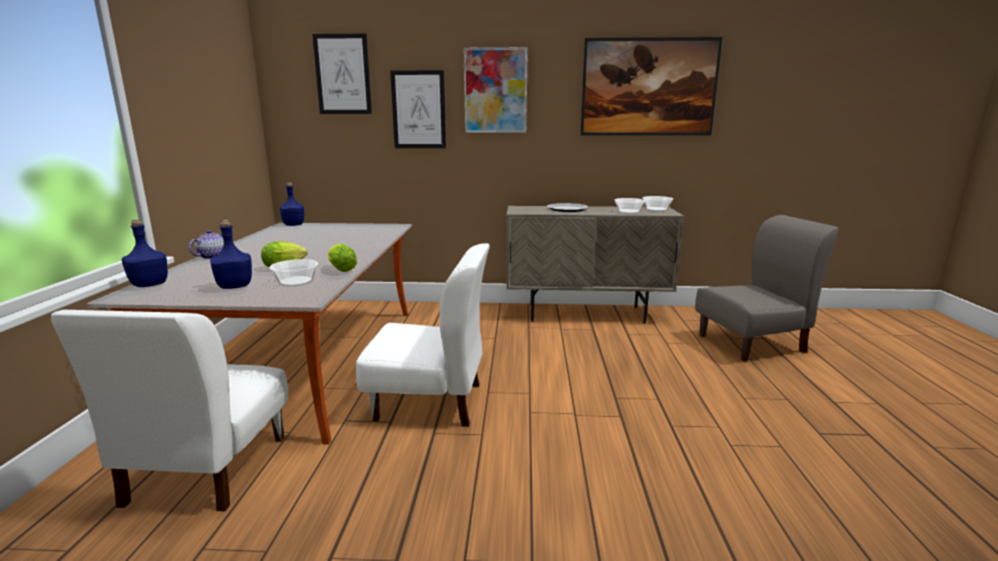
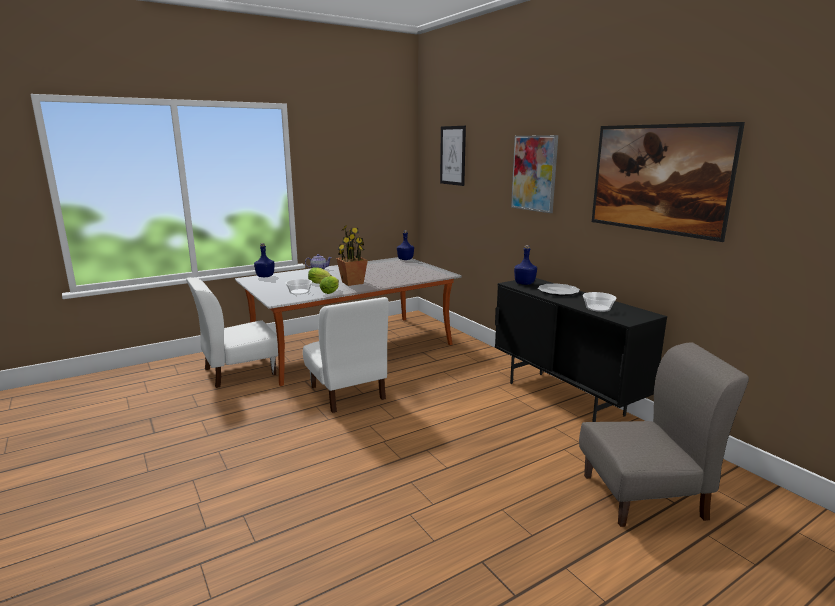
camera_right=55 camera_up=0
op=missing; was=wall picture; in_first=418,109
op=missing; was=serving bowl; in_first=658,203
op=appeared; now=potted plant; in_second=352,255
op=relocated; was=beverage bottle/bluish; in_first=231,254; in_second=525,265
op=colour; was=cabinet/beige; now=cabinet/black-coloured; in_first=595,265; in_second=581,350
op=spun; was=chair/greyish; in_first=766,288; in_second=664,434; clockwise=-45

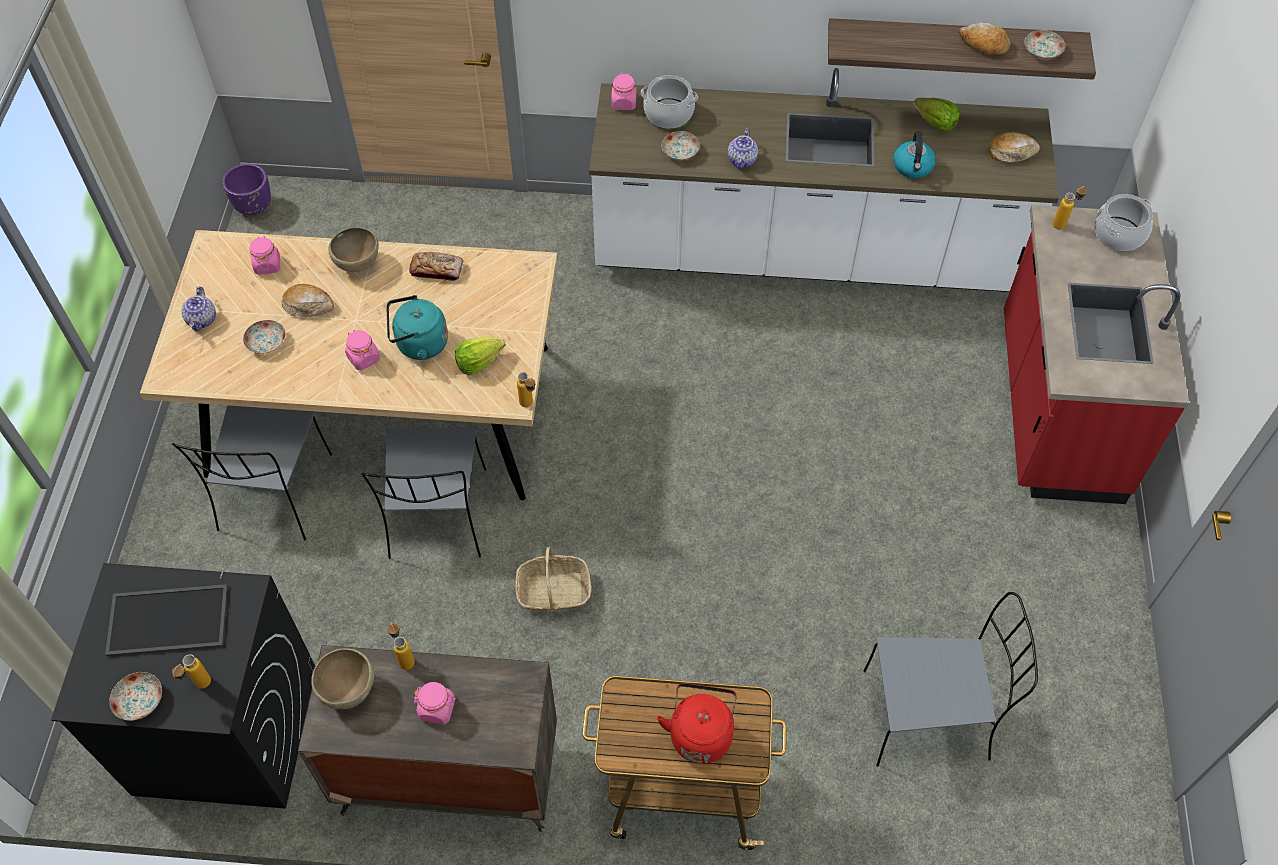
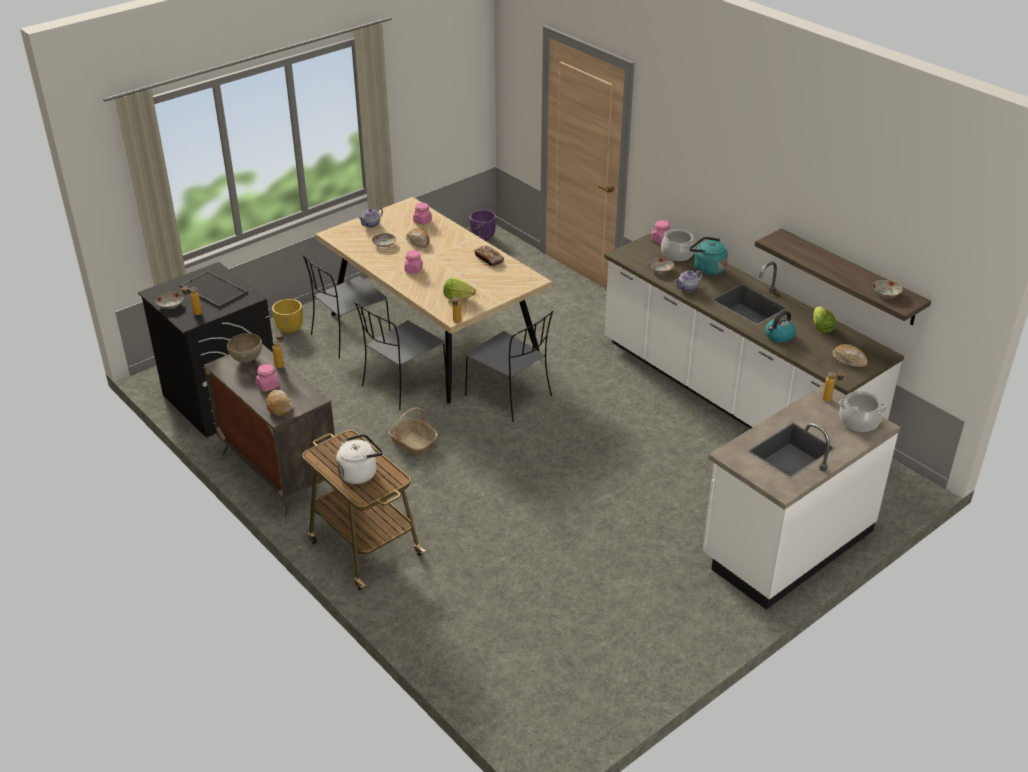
camera_right=45 camera_up=-20
op=missing; was=serving bowl/brown; in_first=353,249
op=appeared; now=flower pot/yellow-coloured; in_second=287,316
op=relocated; was=kettle/blue-green; in_first=417,327; in_second=708,256
op=relocated; was=chair/greyish; in_first=951,679; in_second=509,366
op=relocated; was=bakery bread; in_first=984,38; in_second=279,403
op=colour; was=kettle/red-coloured; now=kettle/white-coloured; in_first=697,723; in_second=359,459
op=colour; was=counter/red-coloured; now=counter/white-coloured; in_first=1096,354; in_second=801,496

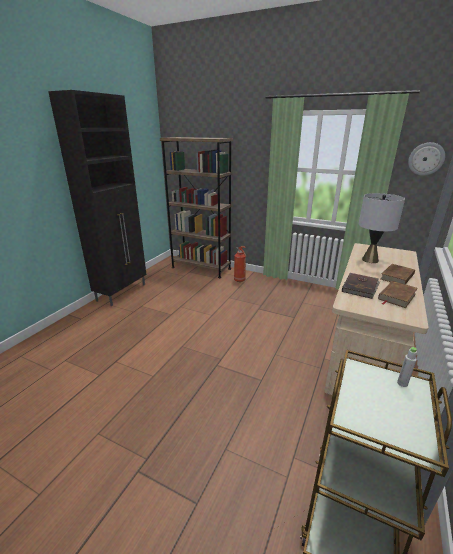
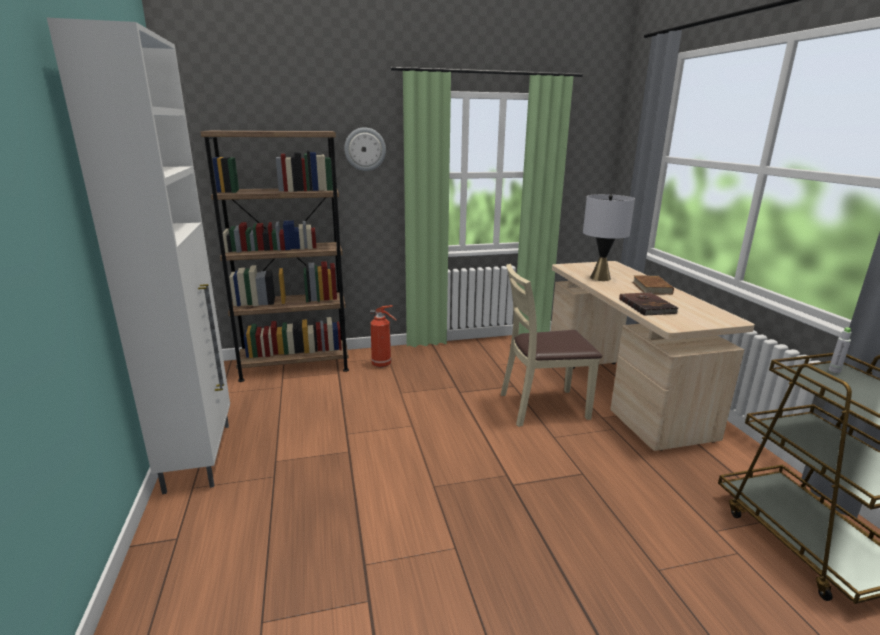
camera_right=-40 camera_up=-5
op=missing; was=volume/brown; in_first=398,294
op=appeared; now=chair/beige; in_second=551,345
op=relocated; was=clock on the wall; in_first=426,159; in_second=365,149
op=colour; was=cabinet/black-coloured; now=cabinet/white-coloured; in_first=97,198; in_second=138,255

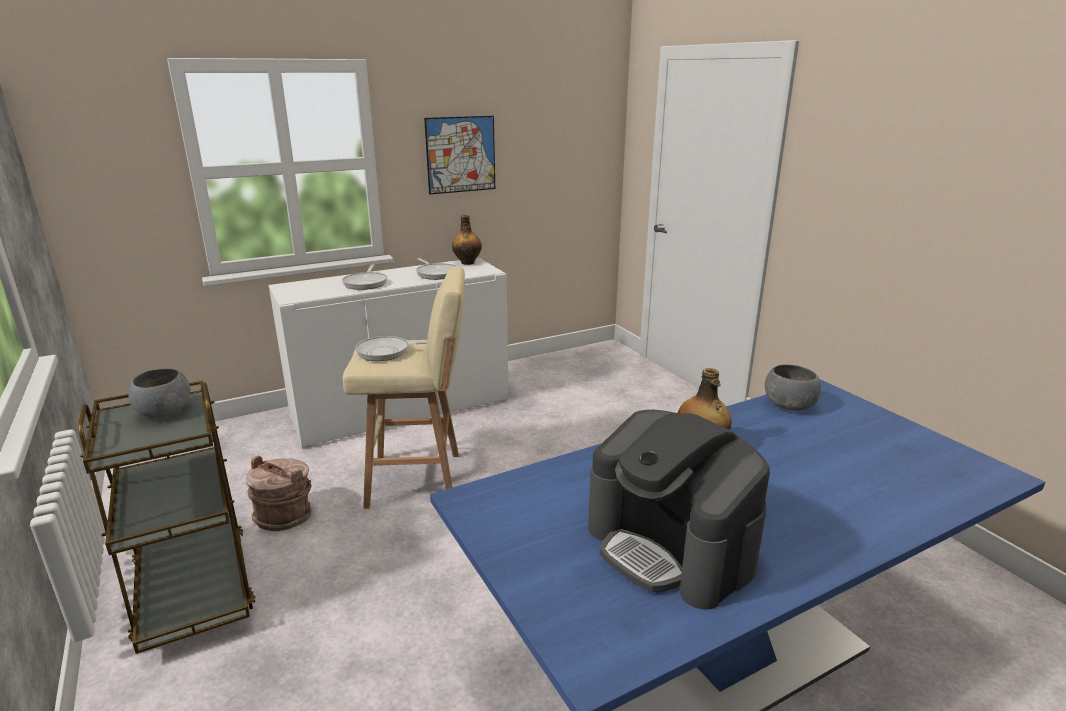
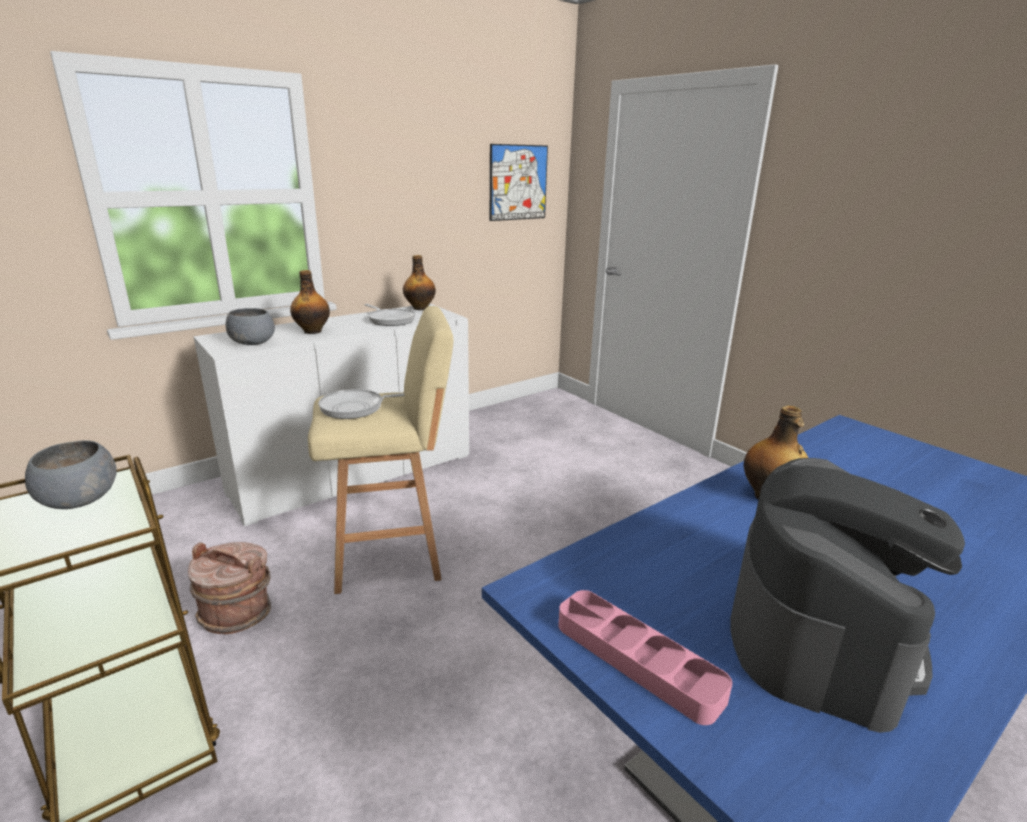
camera_right=-10 camera_up=0
op=appeared; now=serving tray/pinkish; in_second=645,657
op=relocated; was=wall picture; in_first=459,155; in_second=519,182
op=relocated; was=serving bowl/greyish; in_first=793,388; in_second=250,326
op=exchanged; was=pan; now=beverage bottle; in_first=364,277; in_second=310,302
op=spun; was=coffee machine; in_first=679,510; in_second=847,595; clockwise=-105

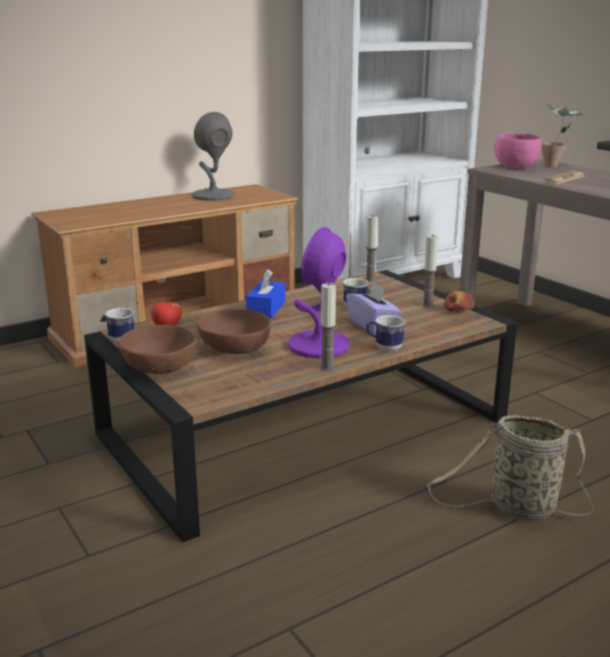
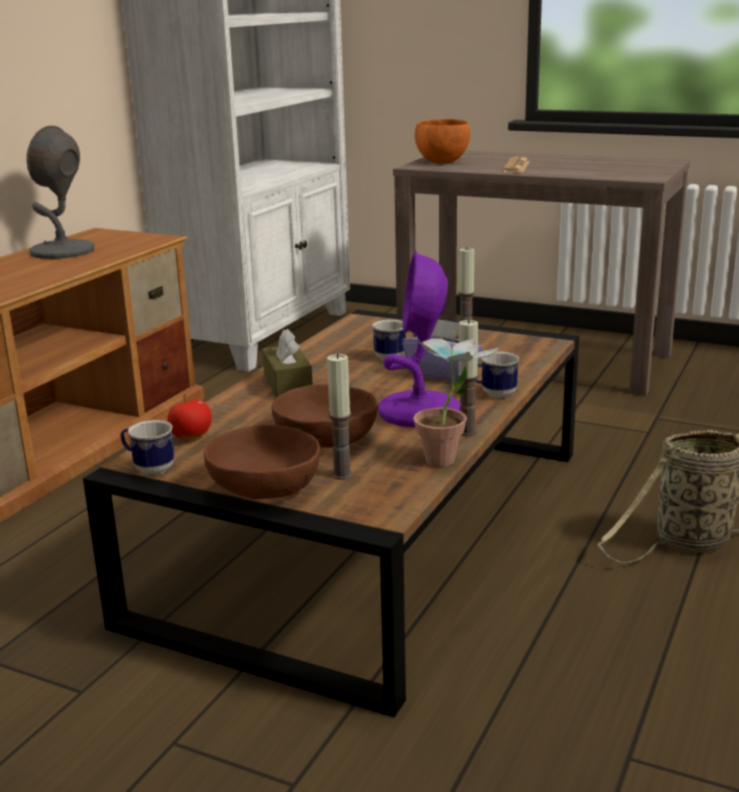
camera_right=-30 camera_up=0
op=missing; was=apple; in_first=459,301
op=relocated; was=wax candle; in_first=371,249; in_second=340,417
op=relocated; was=potted plant; in_first=563,134; in_second=456,398
op=colour; was=box of tissues/bluish; now=box of tissues/brown; in_first=265,294; in_second=287,363
op=colour; was=serving bowl/pinkish; now=serving bowl/orangey; in_first=518,151; in_second=442,141

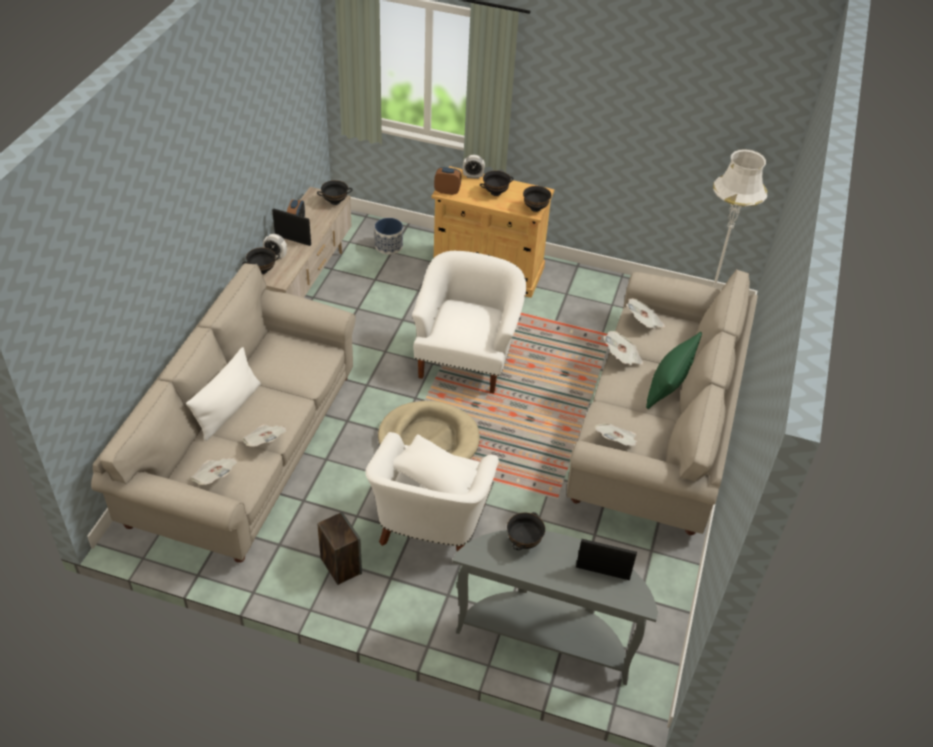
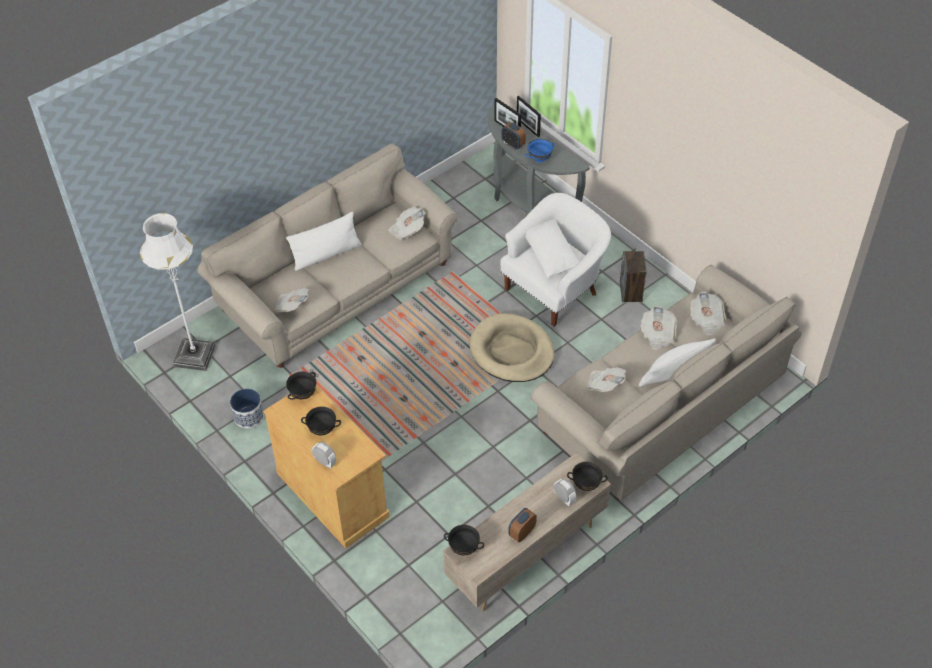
camera_right=-145 camera_up=5
op=missing; was=lounge chair/white-coloured; in_first=469,322
op=relocated; was=photo frame; in_first=291,227; in_second=529,116
op=relocated; was=flower pot; in_first=389,236; in_second=247,408
op=relocated; was=table clock; in_first=447,181; in_second=514,136
op=relocated; was=printed paper; in_first=623,348; in_second=606,379
op=colour; was=serving bowl/black-coloured; now=serving bowl/bluish; in_first=526,531; in_second=540,151
op=colour; was=cushion/green-coloured; now=cushion/white-coloured; in_first=674,370; in_second=323,241

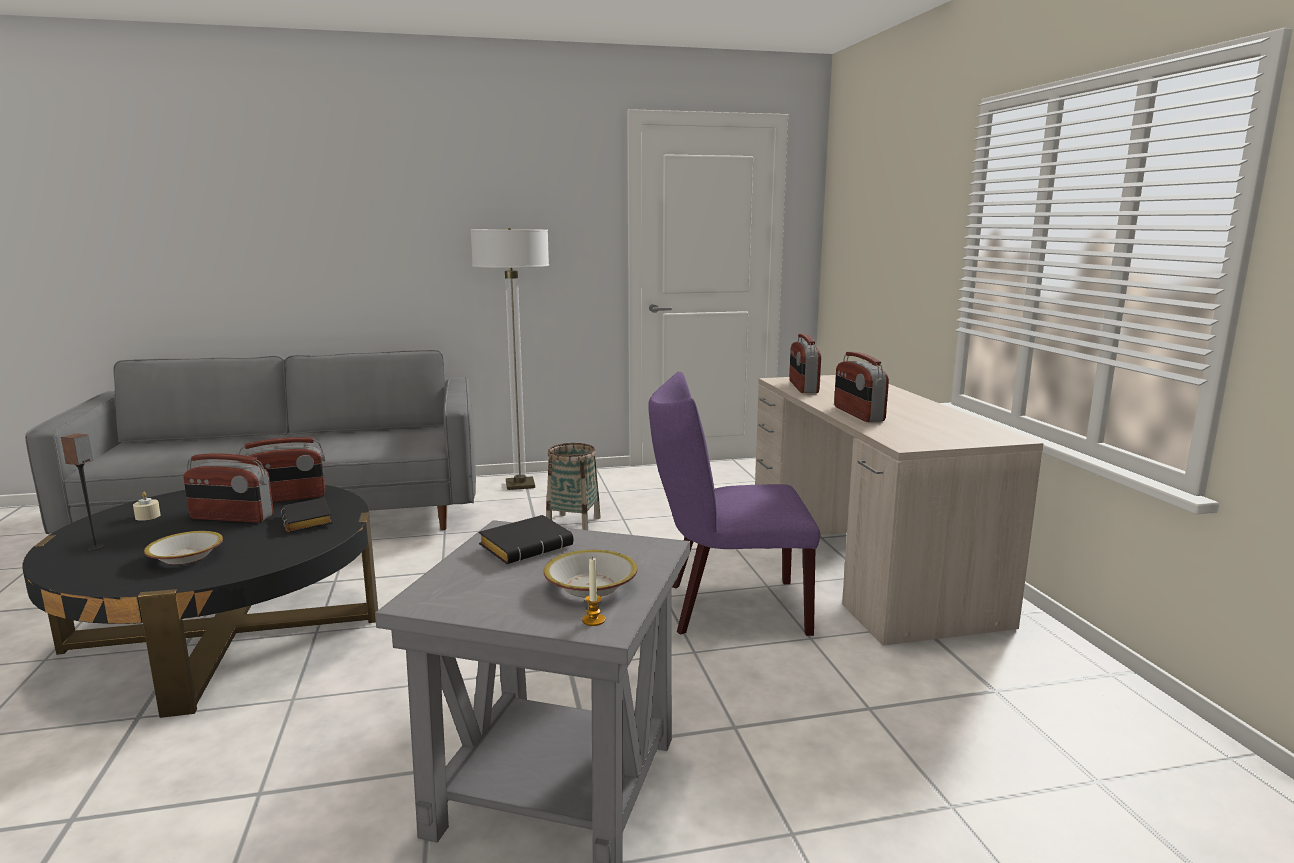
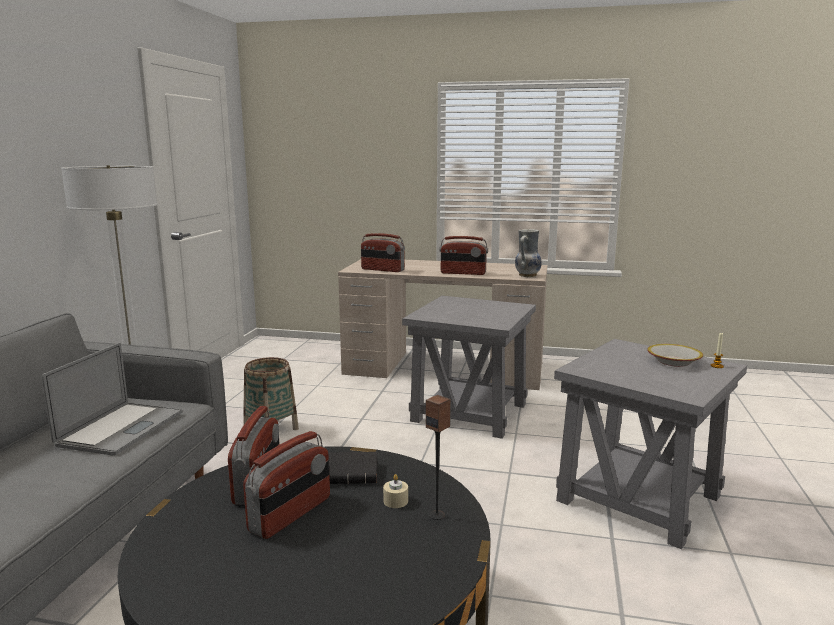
camera_right=-65 camera_up=0
op=missing; was=serving bowl; in_first=183,548
op=missing; was=volume/black-coloured; in_first=526,539
op=appeared; now=portable computer; in_second=112,399
op=appeared; now=decorative vase; in_second=528,253
op=relocated; was=speaker; in_first=83,492; in_second=438,457
op=relocated; was=wax candle/beige; in_first=147,506; in_second=395,491
op=exchanged; was=chair/purple; now=side table/greyish; in_first=734,504; in_second=469,367

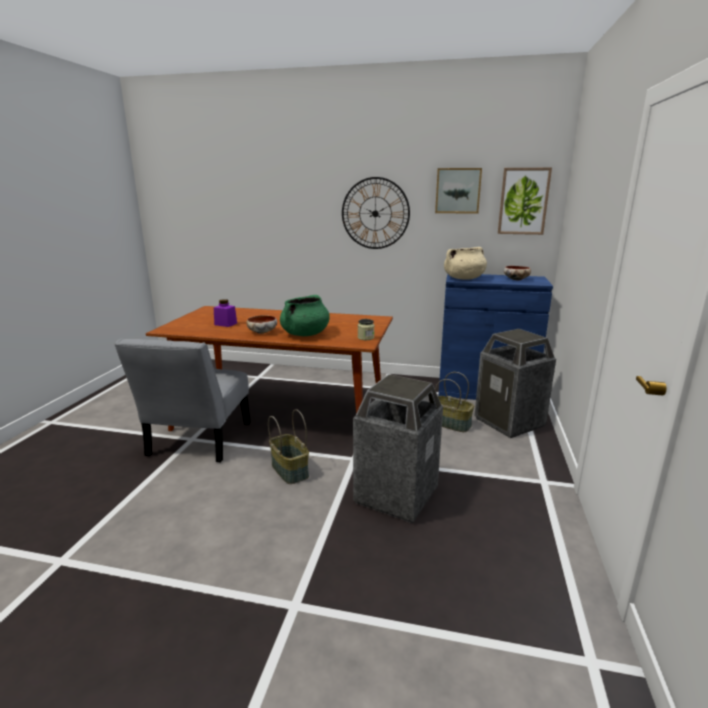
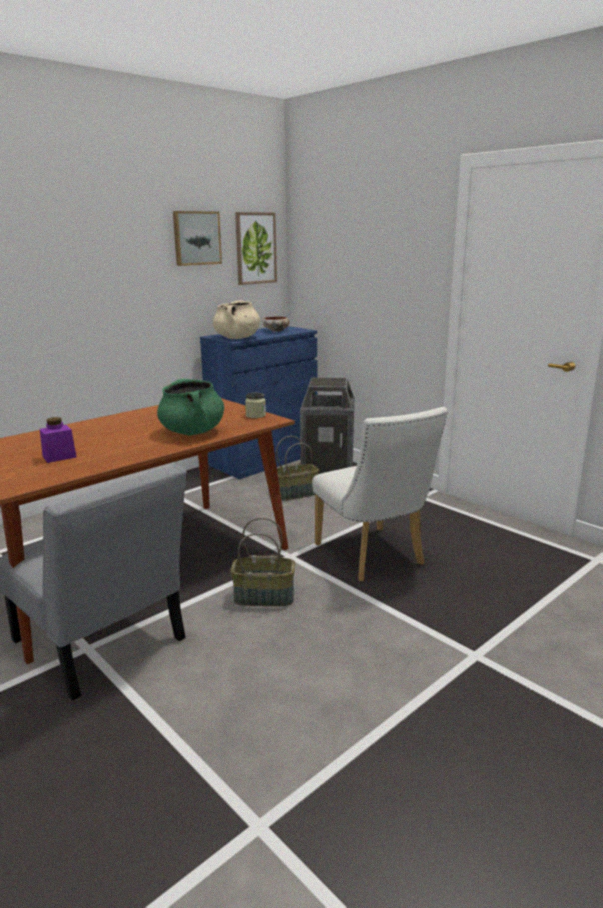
camera_right=-55 camera_up=0
op=missing; was=serving bowl; in_first=261,324
op=missing; was=clock on the wall; in_first=376,213
op=exchanged; was=trash can; now=chair/white-coloured; in_first=398,448; in_second=380,494

